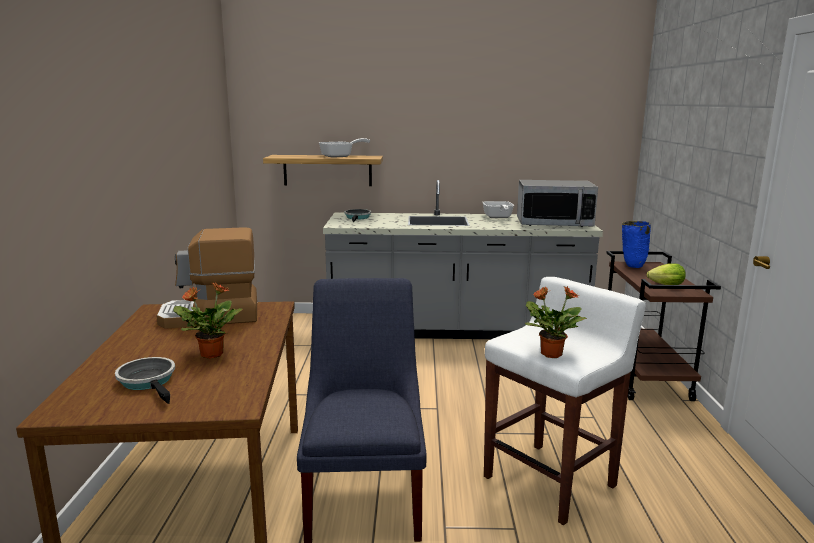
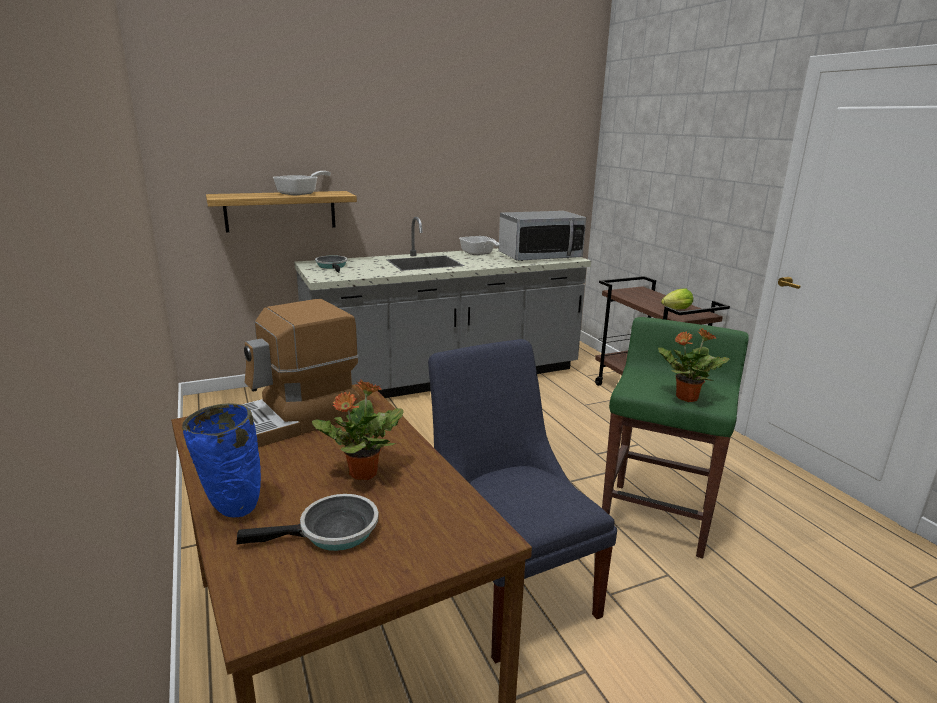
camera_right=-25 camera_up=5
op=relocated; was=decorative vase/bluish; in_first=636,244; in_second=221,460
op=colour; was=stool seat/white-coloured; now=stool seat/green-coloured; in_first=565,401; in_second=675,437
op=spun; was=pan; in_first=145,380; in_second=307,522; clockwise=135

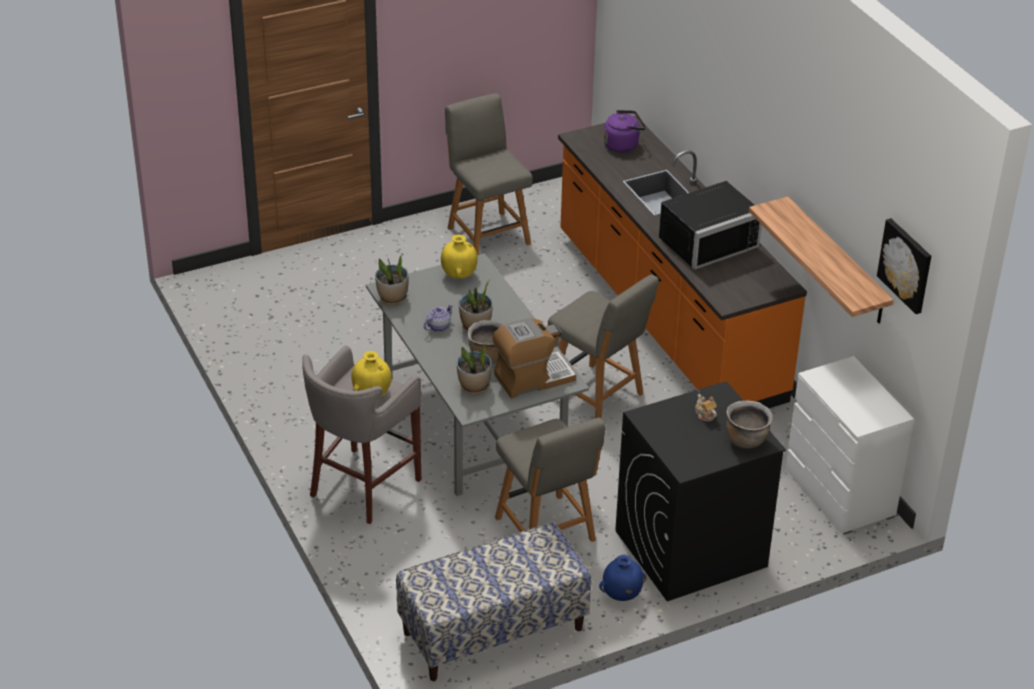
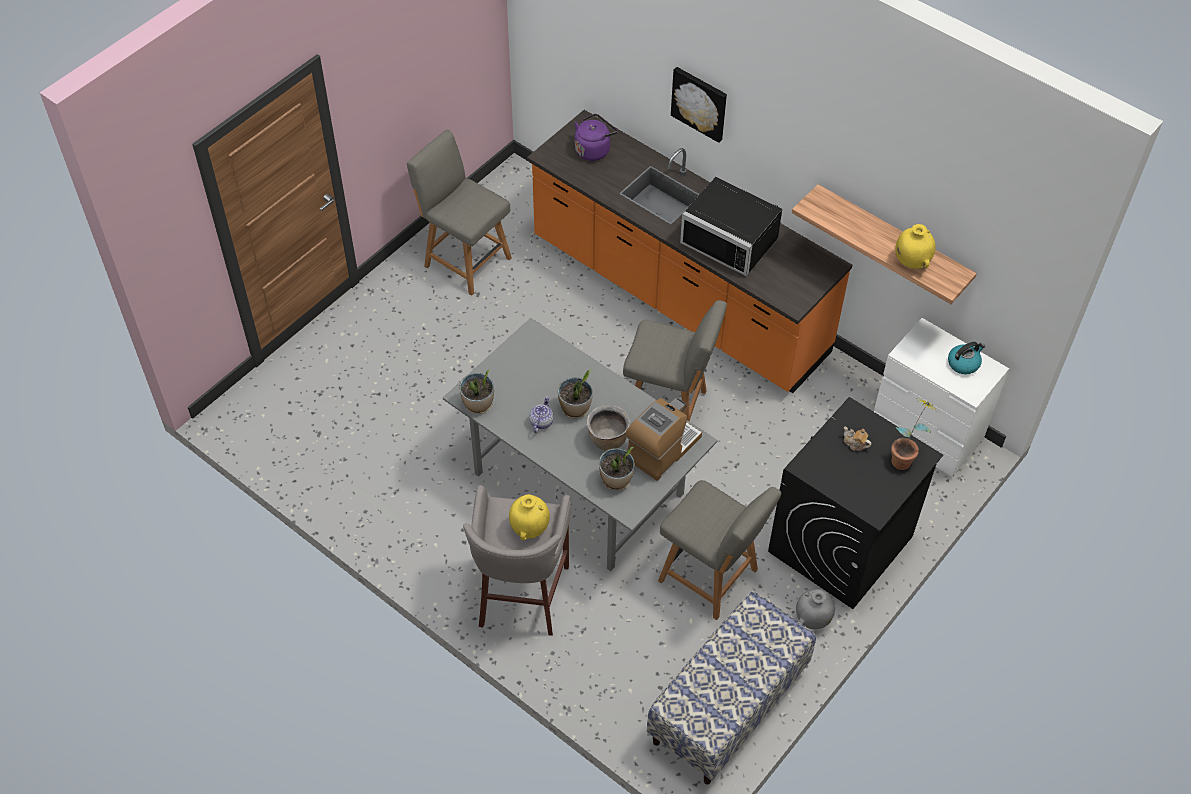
camera_right=-25 camera_up=15
op=appeared; now=kettle; in_second=966,358
op=relocated; was=decorative vase/yellow-coloured; in_first=459,257; in_second=915,246
op=relocated; was=wall picture; in_first=904,266; in_second=699,105
op=exchanged; was=cooking pot/brown; now=potted plant; in_first=749,425; in_second=913,434
op=colour; was=decorative vase/bluish; now=decorative vase/greyish; in_first=623,578; in_second=815,609
op=spun; was=microwave/black-coloured; in_first=710,225; in_second=731,226; clockwise=90

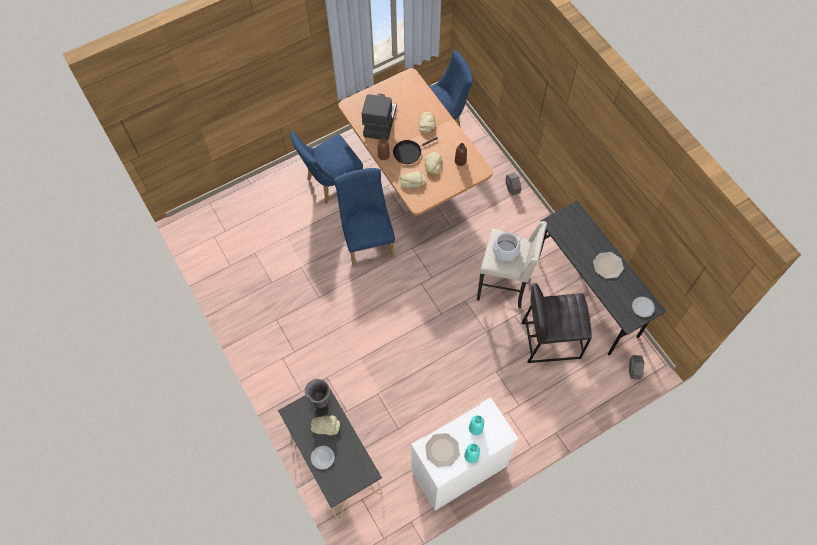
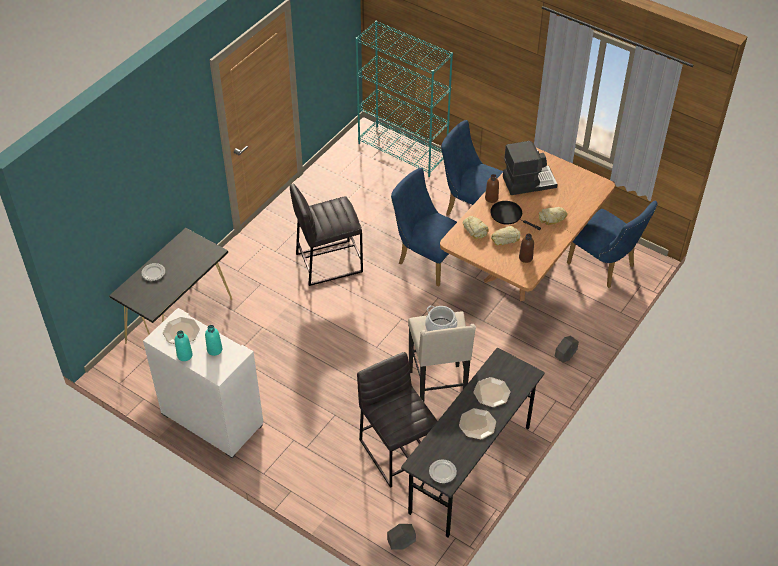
camera_right=65 camera_up=-15
op=missing; was=decorative vase/greyish; in_first=317,393
op=missing; was=bakery bread; in_first=325,425
op=appeared; now=stool seat/greyish; in_second=326,235
op=appeared; now=shelving unit/blue-green; in_second=404,99
op=appeared; now=plate; in_second=492,392
op=spun; was=chair/bluish; in_first=364,217; in_second=424,227; clockwise=-105

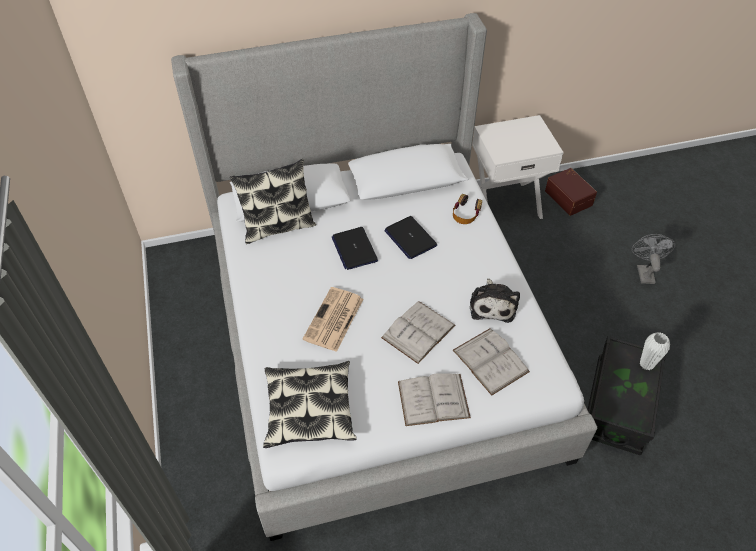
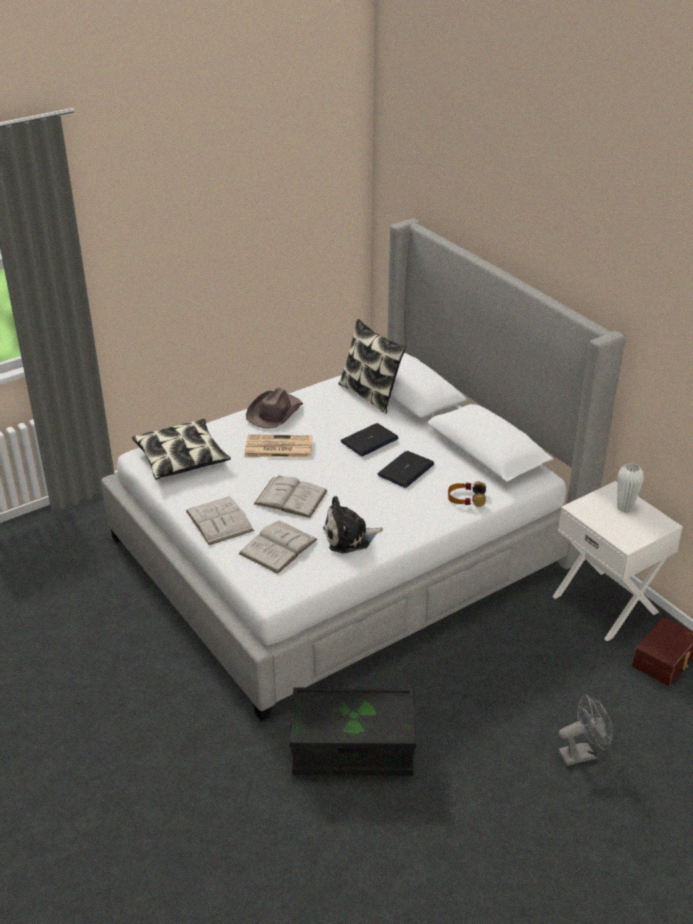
camera_right=70 camera_up=-15
op=appeared; now=wearable hat/brown; in_second=274,408
op=relocated; was=decorative vase/white-coloured; in_first=655,351; in_second=630,488

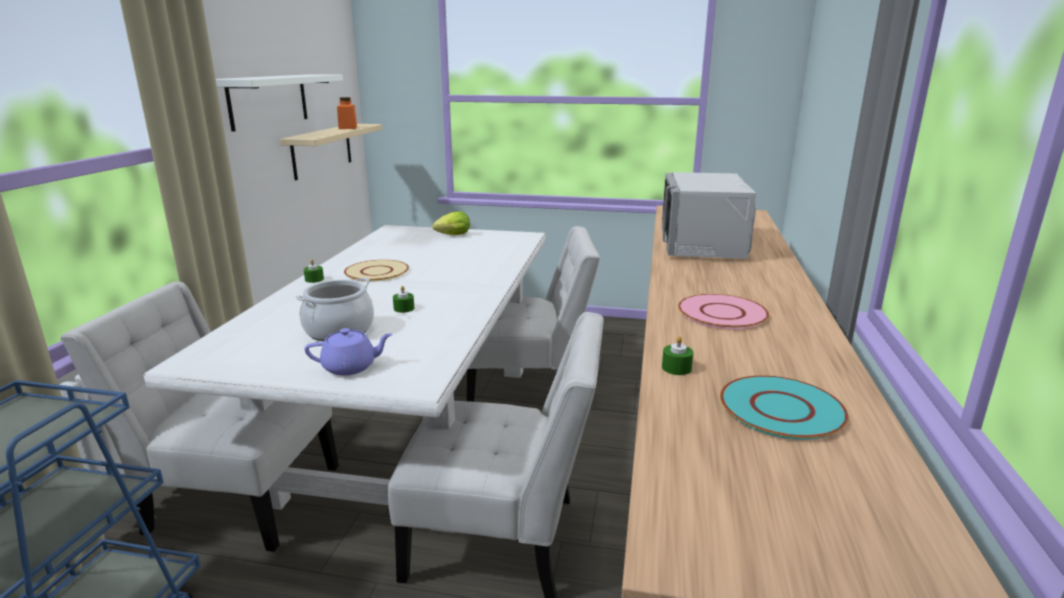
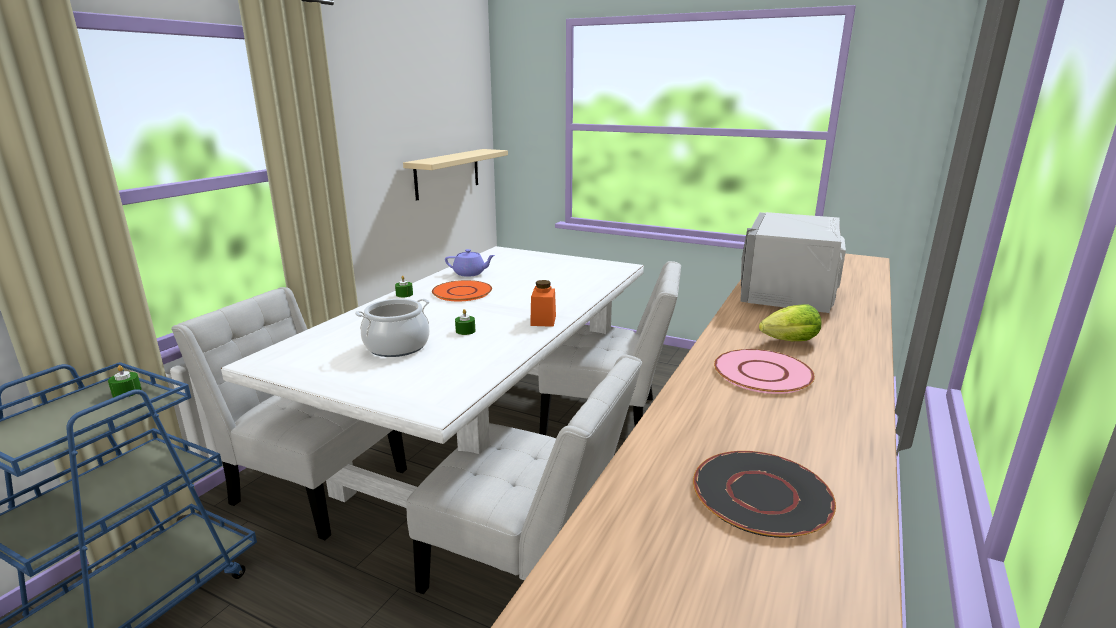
camera_right=15 camera_up=0
op=missing; was=bracket shelf/white-coloured; in_first=279,103
op=relocated; was=tea pot/purple; in_first=348,352; in_second=470,263
op=relocated; was=storage jar/orangey; in_first=347,113; in_second=543,303
op=relocated; was=head of lettuce; in_first=451,223; in_second=790,322
op=relocated; was=wax candle/green-coloured; in_first=677,355; in_second=125,381
op=colour; was=plate/beige; now=plate/orangey; in_first=376,271; in_second=462,290
op=colour; was=plate/blue-green; now=plate/black-coloured; in_first=784,407; in_second=764,494

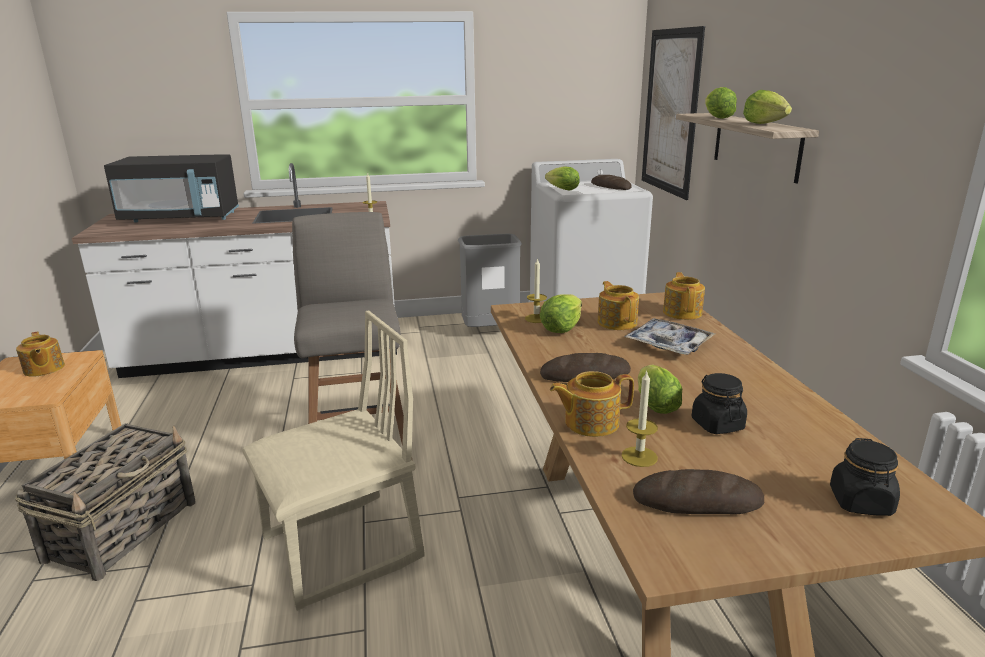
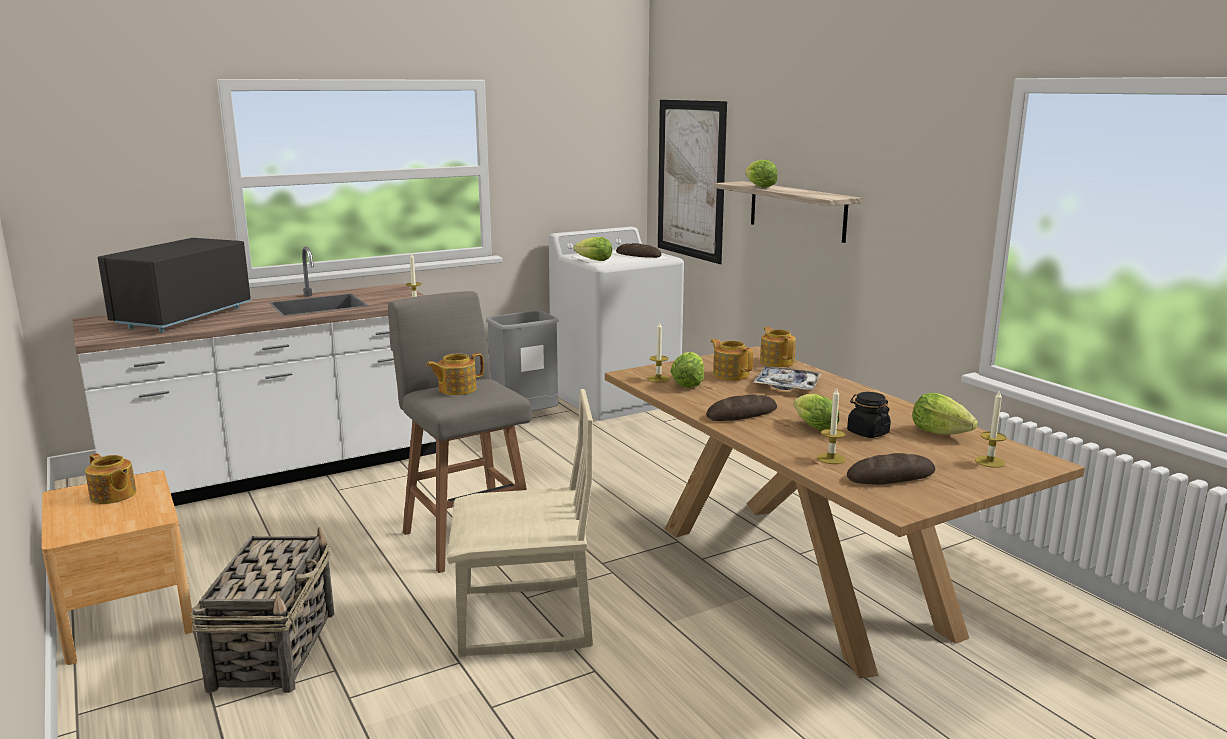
camera_right=-20 camera_up=-5
op=relocated; was=tea pot; in_first=592,404; in_second=455,374
op=relocated; was=head of lettuce; in_first=767,107; in_second=945,414
op=exchanged; was=storage jar/black-coloured; now=wax candle; in_first=865,477; in_second=990,428
op=spun; was=microwave/black-coloured; in_first=171,188; in_second=174,285; clockwise=135
op=spun; was=chair/beige; in_first=333,461; in_second=520,523; clockwise=45

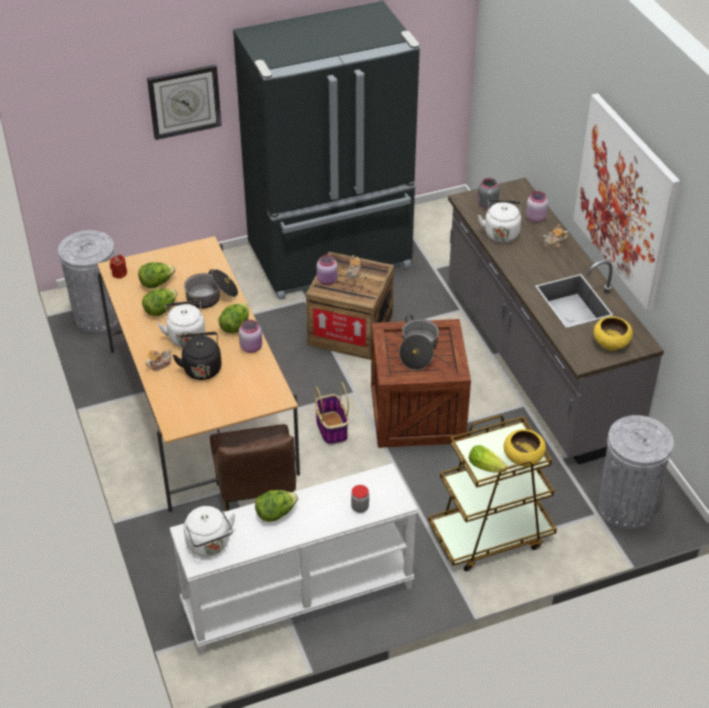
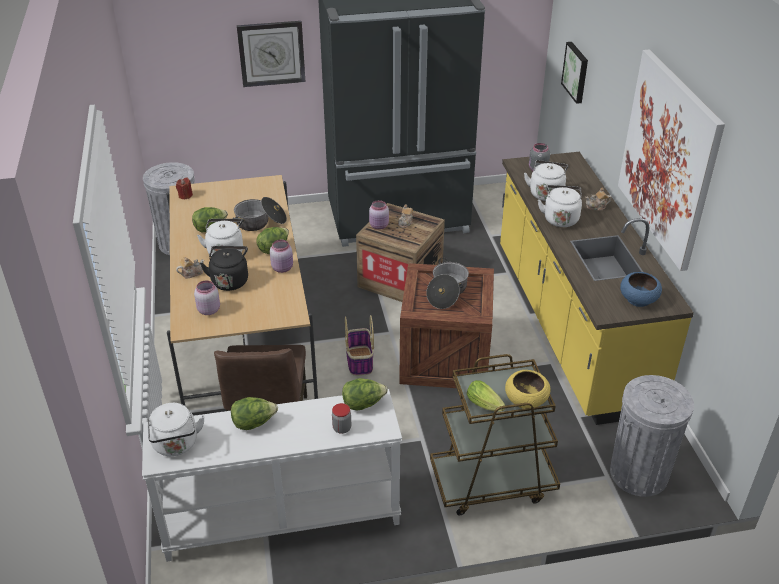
camera_right=10 camera_up=-5
op=appeared; now=kettle/white-coloured; in_second=560,206
op=appeared; now=wall picture; in_second=574,73
op=relocated; was=head of lettuce; in_first=156,275; in_second=365,394
op=relocated; was=storage jar/pinkish; in_first=537,207; in_second=207,297
op=colour; was=counter/greyish; now=counter/yellow-coloured; in_first=556,321; in_second=597,288
op=colour; was=serving bowl/yellow-coloured; now=serving bowl/bluish; in_first=613,333; in_second=641,289

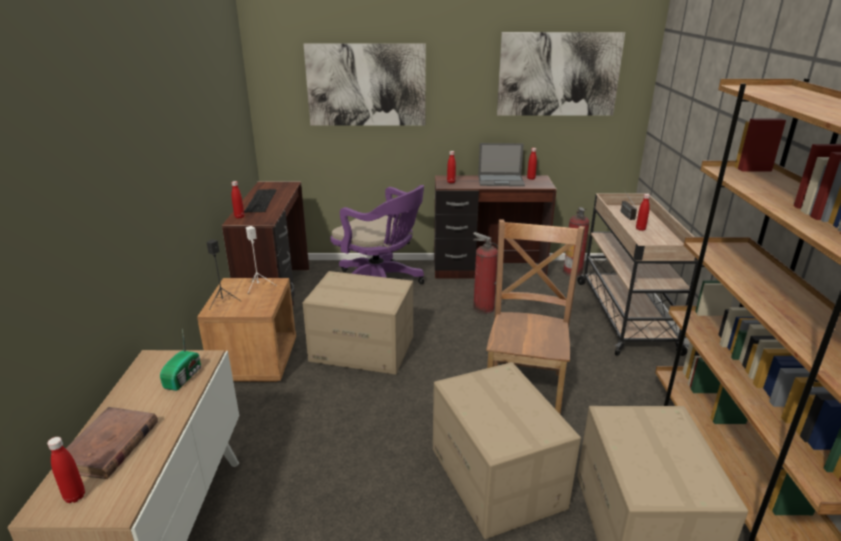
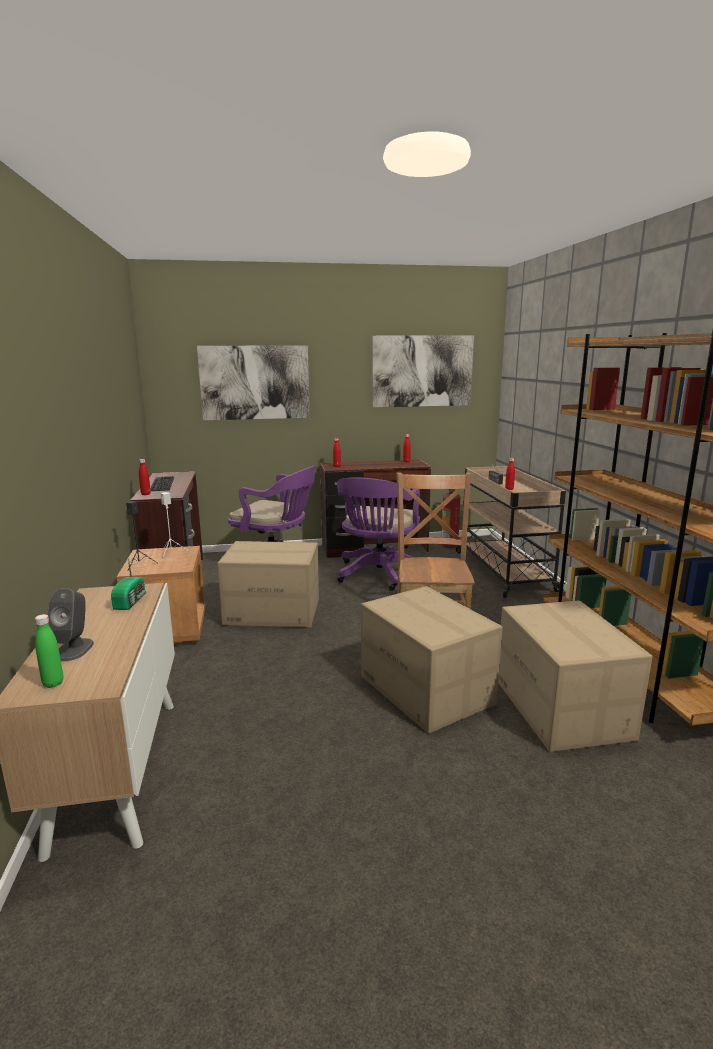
camera_right=-10 camera_up=-10
op=missing; was=portable computer; in_first=501,164
op=exchanged; was=volume/brown; now=speaker/greyish; in_first=112,443; in_second=71,624
op=exchanged; was=fire extinguisher; now=office chair/purple; in_first=485,273; in_second=378,534
op=colour; was=beverage bottle/red-coloured; now=beverage bottle/green-coloured; in_first=66,470; in_second=49,651

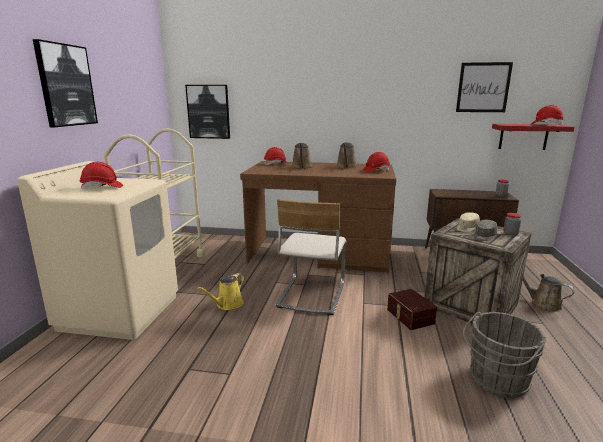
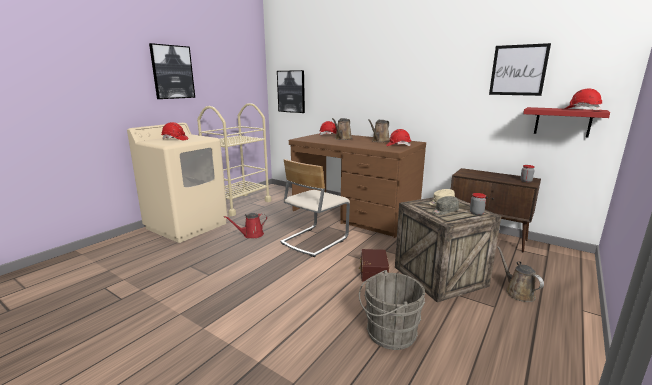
camera_right=25 camera_up=0
op=colour; was=sprinkling can/yellow-coloured; now=sprinkling can/red-coloured; in_first=221,291; in_second=245,225

